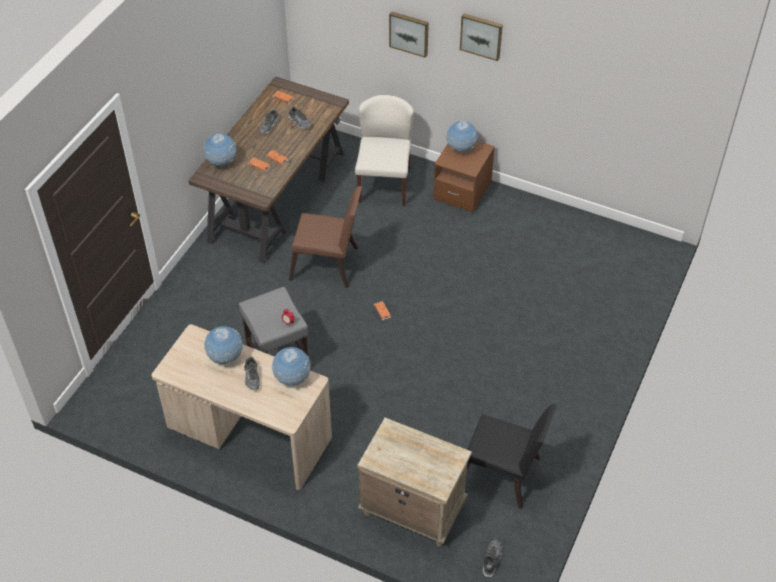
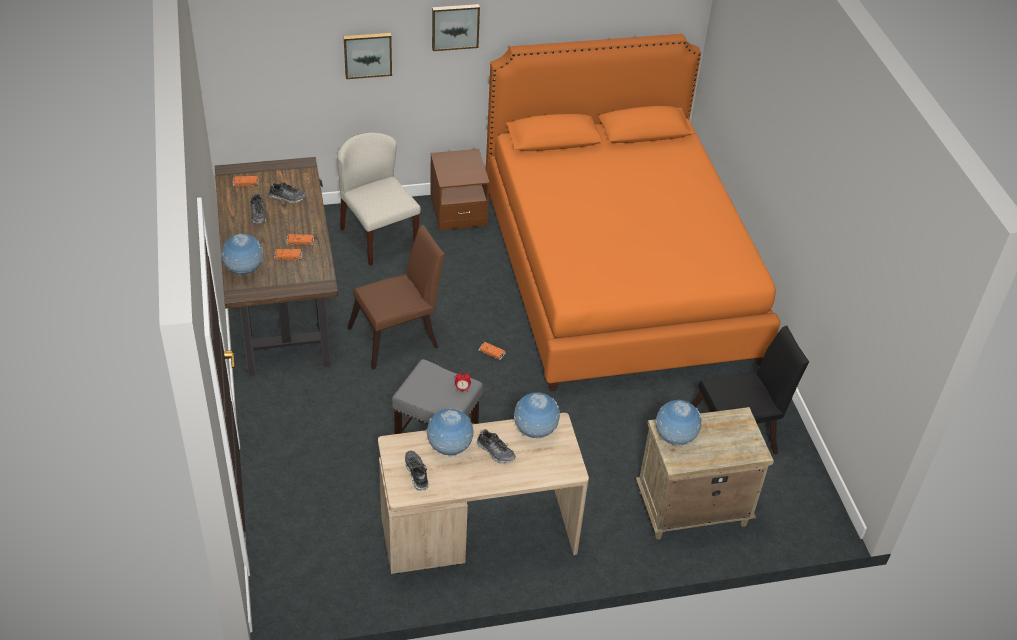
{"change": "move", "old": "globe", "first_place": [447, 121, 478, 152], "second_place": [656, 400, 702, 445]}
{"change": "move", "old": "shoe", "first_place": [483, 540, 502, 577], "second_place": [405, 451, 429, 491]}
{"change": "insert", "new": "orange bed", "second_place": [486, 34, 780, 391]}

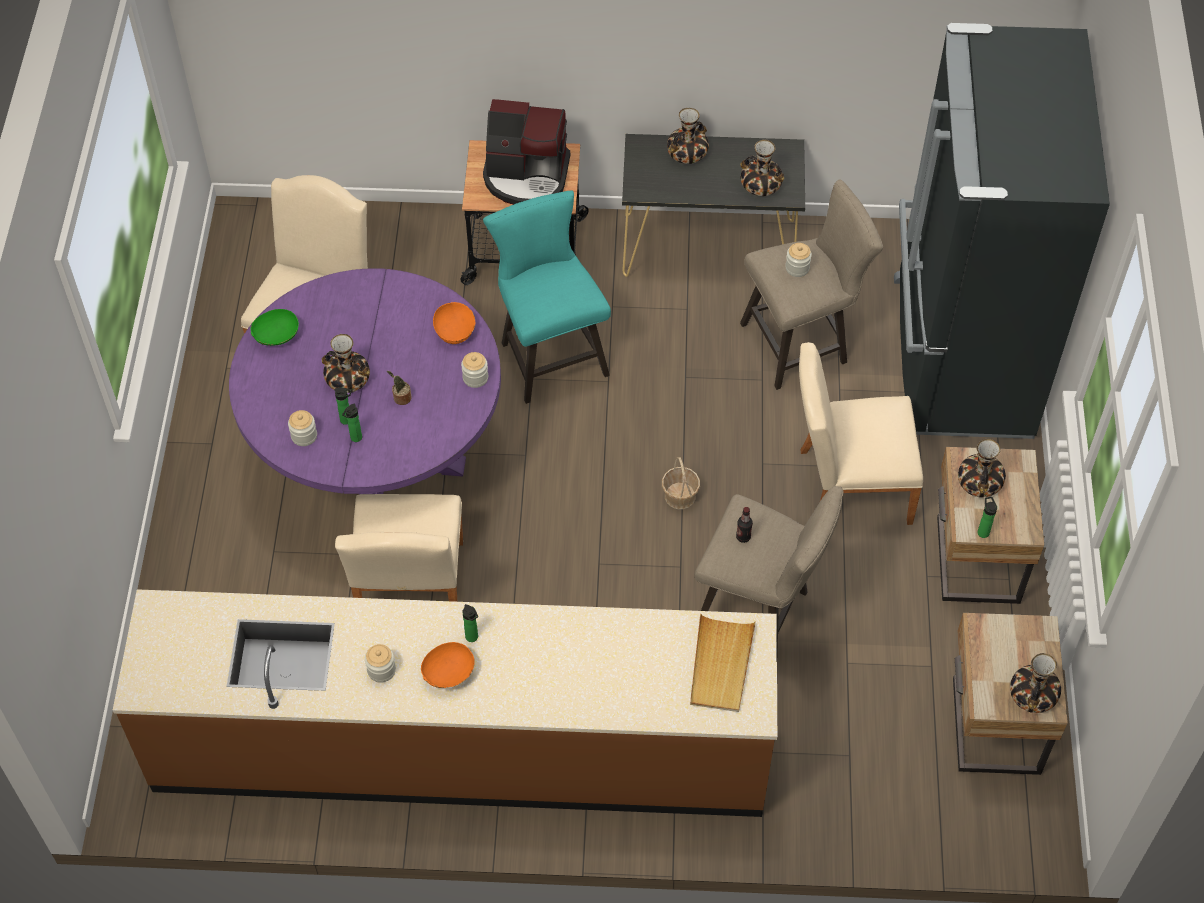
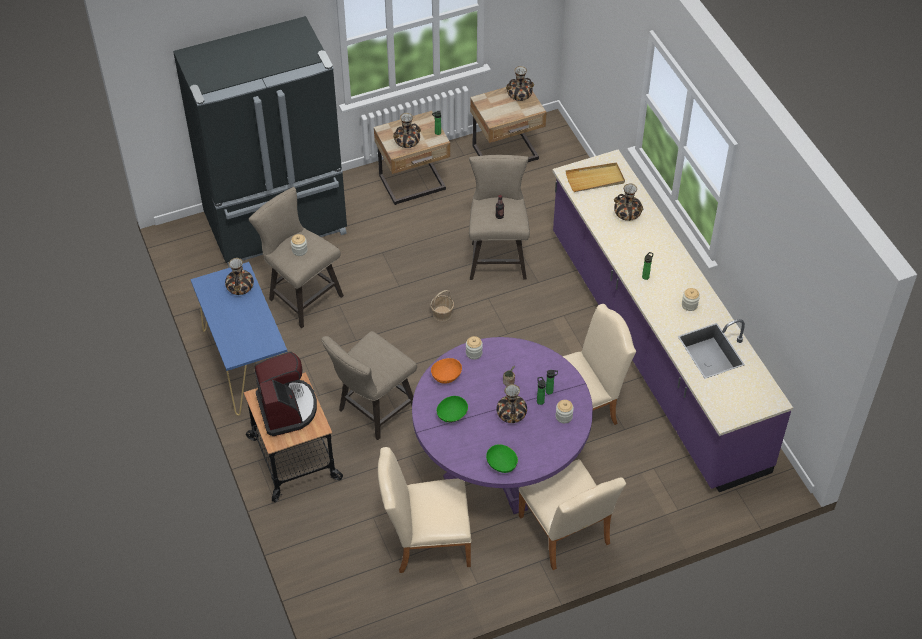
{"change": "move", "old": "vase", "first_place": [667, 108, 709, 164], "second_place": [614, 183, 643, 221]}
{"change": "recolor", "old": "black console table", "new": "blue console table", "first_place": [622, 134, 805, 277], "second_place": [191, 262, 287, 416]}
{"change": "recolor", "old": "turquoise stool", "new": "beige stool", "first_place": [483, 190, 611, 404], "second_place": [321, 331, 417, 440]}
{"change": "move", "old": "beige chair", "first_place": [799, 342, 923, 525], "second_place": [518, 459, 626, 570]}
{"change": "recolor", "old": "brown counter", "new": "purple counter", "first_place": [113, 589, 777, 817], "second_place": [552, 150, 793, 492]}
{"change": "delete", "old": "orange bowl", "first_place": [421, 642, 475, 688]}
{"change": "insert", "new": "green bowl", "second_place": [437, 396, 468, 422]}

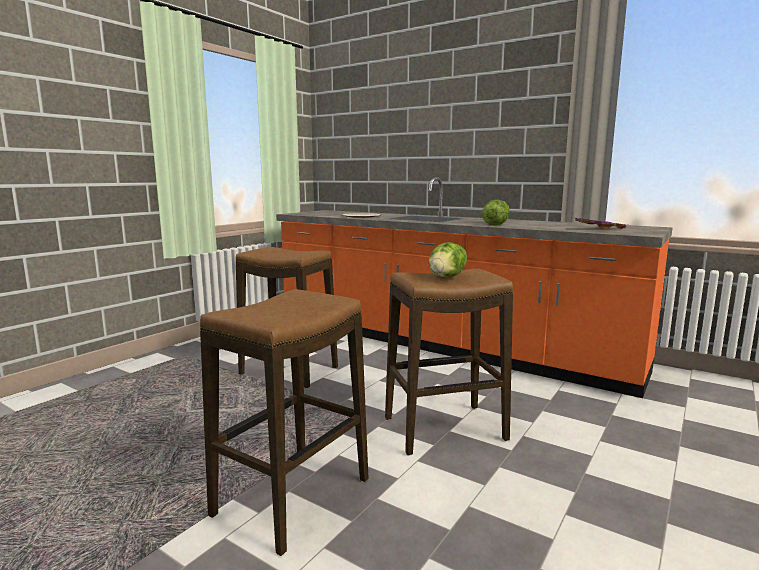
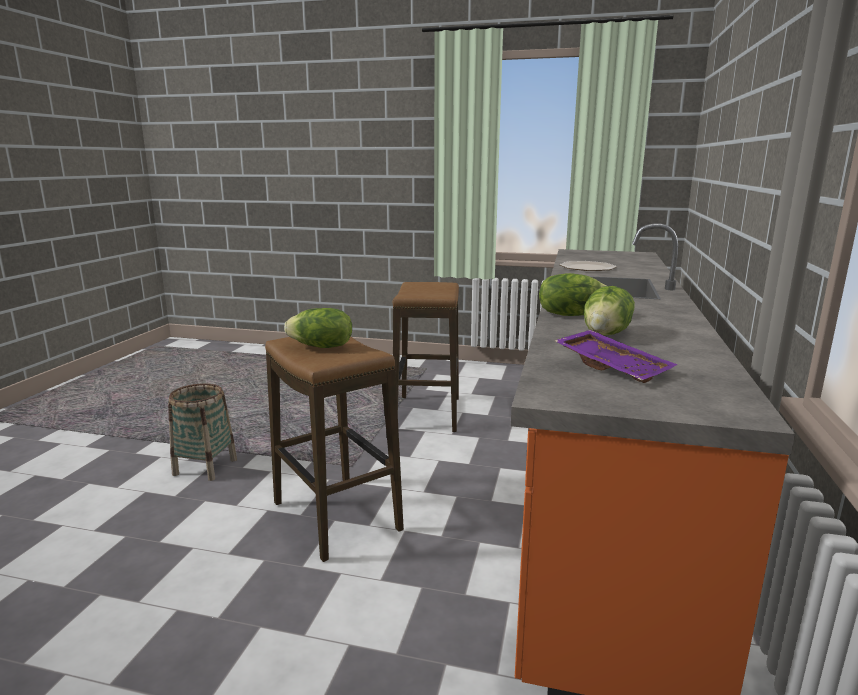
{"change": "replace", "old": "stool", "new": "basket", "first_place": [200, 289, 368, 556], "second_place": [168, 383, 237, 481]}
{"change": "insert", "new": "lettuce", "second_place": [584, 286, 635, 336]}

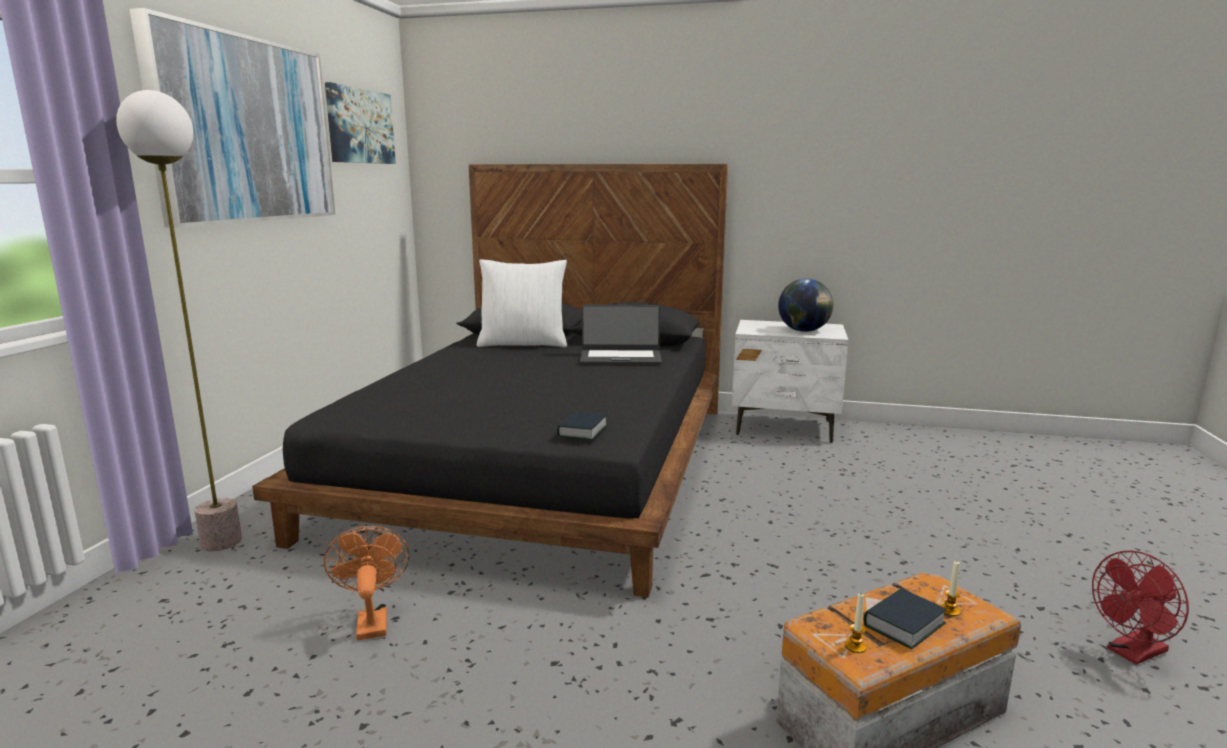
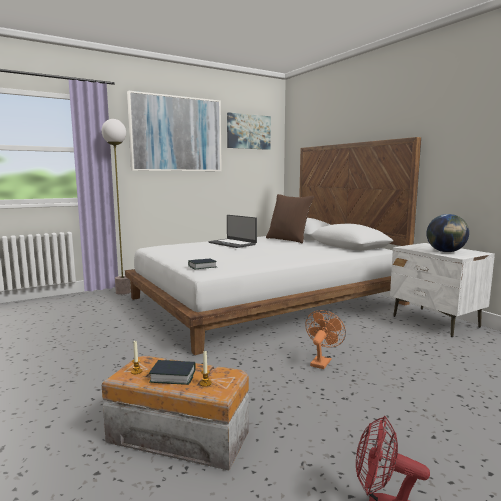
{"change": "recolor", "old": "black bed", "new": "white bed", "first_place": [252, 164, 728, 598], "second_place": [125, 137, 421, 355]}
{"change": "recolor", "old": "white pillow", "new": "brown pillow", "first_place": [477, 259, 567, 347], "second_place": [266, 194, 314, 243]}
{"change": "move", "old": "laptop", "first_place": [580, 305, 662, 365], "second_place": [208, 215, 257, 248]}
{"change": "move", "old": "orange fan", "first_place": [324, 526, 409, 640], "second_place": [305, 310, 346, 369]}

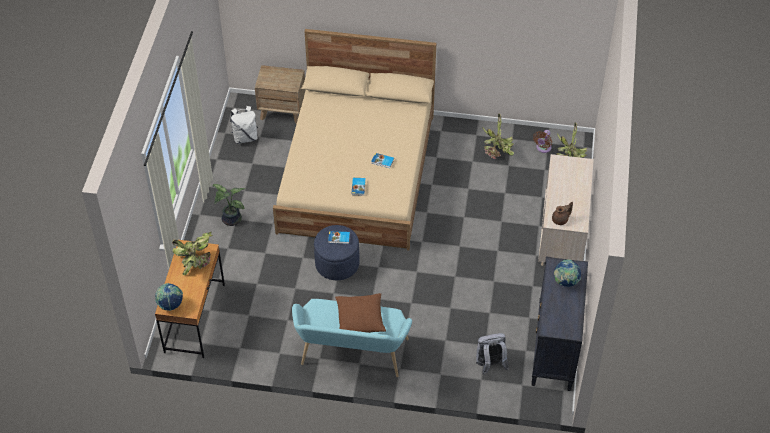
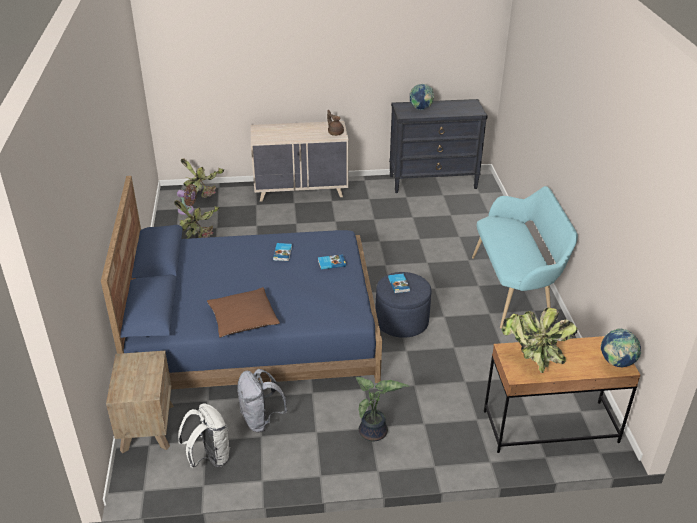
{"change": "recolor", "old": "beige bed", "new": "blue bed", "first_place": [273, 29, 436, 250], "second_place": [101, 176, 382, 389]}
{"change": "move", "old": "brown pillow", "first_place": [335, 293, 386, 333], "second_place": [207, 287, 280, 337]}
{"change": "move", "old": "grey backpack", "first_place": [476, 333, 509, 375], "second_place": [237, 369, 288, 432]}

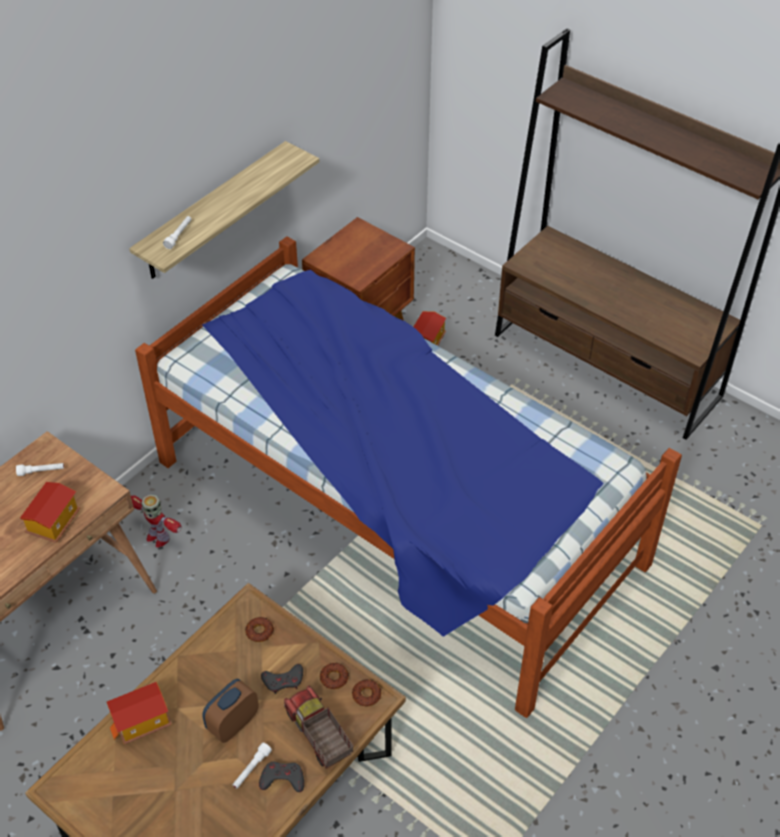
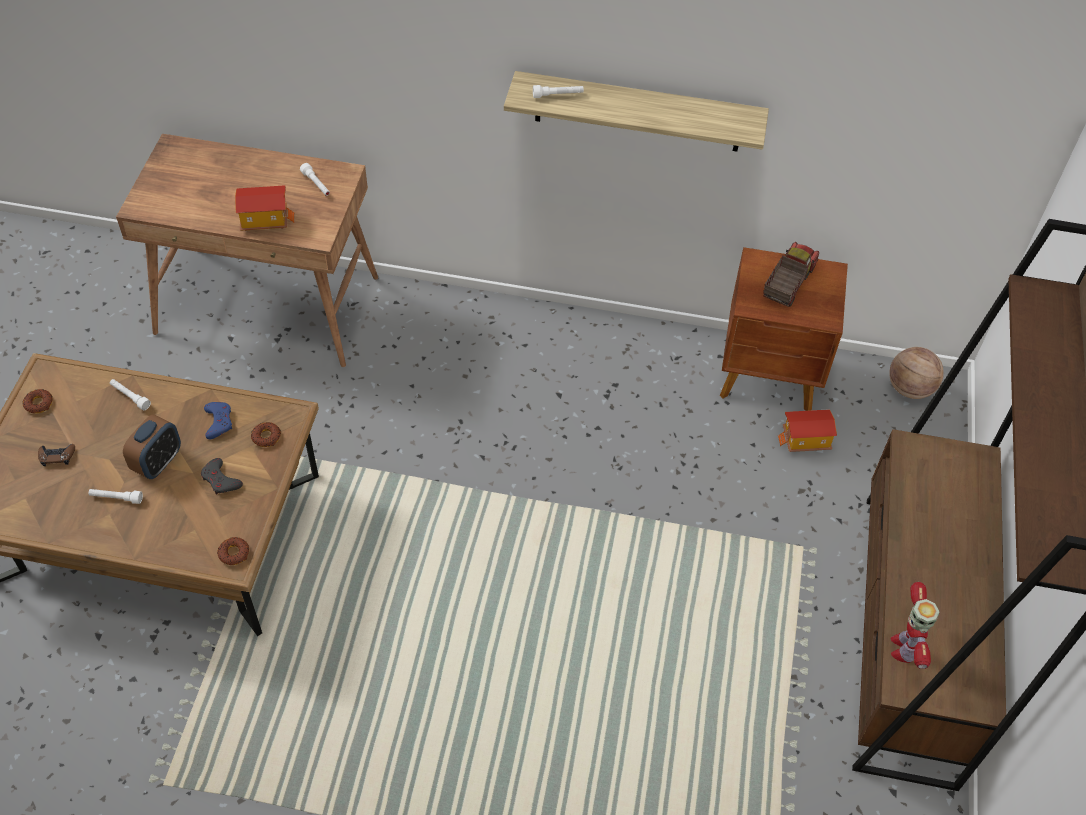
{"change": "delete", "old": "bed", "first_place": [135, 236, 682, 718]}
{"change": "move", "old": "toy robot", "first_place": [131, 494, 182, 547], "second_place": [890, 582, 940, 669]}
{"change": "move", "old": "donut", "first_place": [320, 663, 349, 689], "second_place": [23, 389, 53, 414]}
{"change": "rotate", "old": "alarm clock", "first_place": [202, 679, 259, 743], "second_place": [123, 414, 181, 479], "degrees": 105}
{"change": "replace", "old": "toy house", "new": "white flashlight", "first_place": [107, 682, 172, 745], "second_place": [110, 379, 151, 410]}
{"change": "move", "old": "toy truck", "first_place": [284, 686, 354, 769], "second_place": [763, 242, 819, 307]}
{"change": "delete", "old": "grey game controller", "first_place": [259, 762, 304, 792]}
{"change": "insert", "new": "basketball", "second_place": [889, 347, 944, 399]}
{"change": "insert", "new": "blue game controller", "second_place": [204, 402, 232, 439]}
{"change": "insert", "new": "brown game controller", "second_place": [38, 444, 75, 466]}

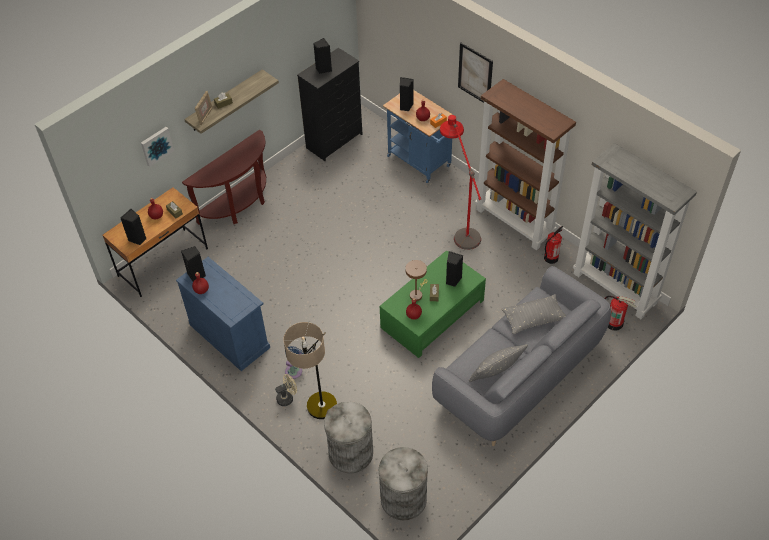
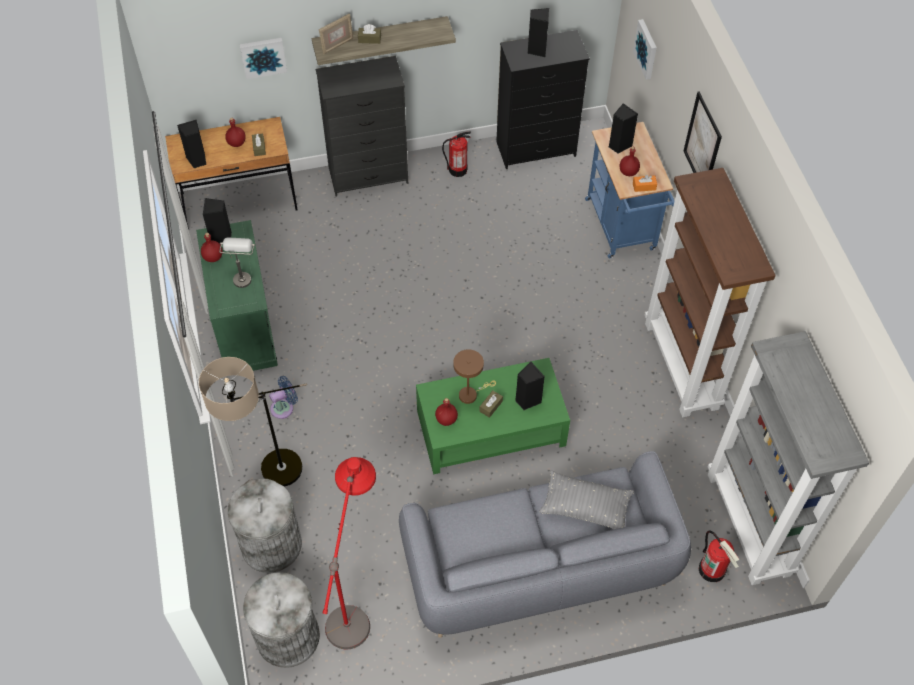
{"change": "move", "old": "red floor lamp", "first_place": [440, 115, 481, 250], "second_place": [323, 457, 376, 650]}
{"change": "replace", "old": "brown console table", "new": "black dresser", "first_place": [182, 130, 266, 225], "second_place": [316, 56, 408, 197]}
{"change": "move", "old": "fire extinguisher", "first_place": [544, 226, 563, 264], "second_place": [442, 131, 471, 177]}
{"change": "recolor", "old": "blue cabinet", "new": "green cabinet", "first_place": [176, 257, 270, 371], "second_place": [196, 220, 278, 371]}
{"change": "delete", "old": "grey pillow", "first_place": [469, 344, 528, 382]}
{"change": "delete", "old": "beige fan", "first_place": [275, 374, 297, 406]}
{"change": "insert", "new": "picture", "second_place": [633, 19, 657, 80]}
{"change": "insert", "new": "grey table lamp", "second_place": [219, 238, 255, 288]}

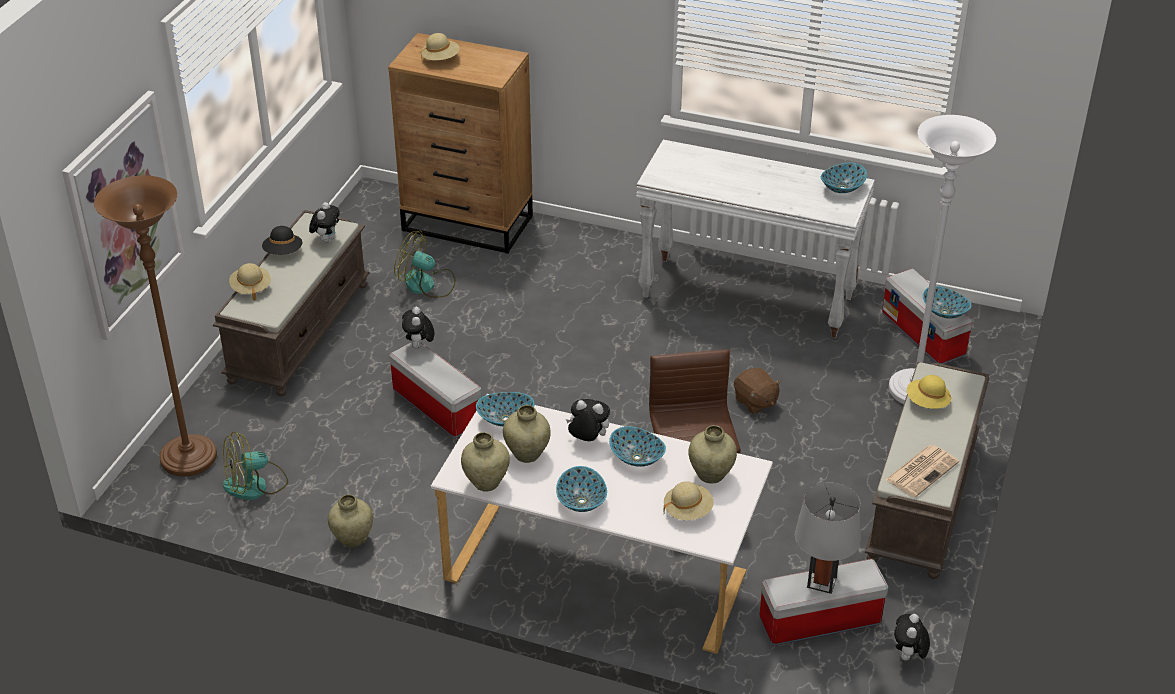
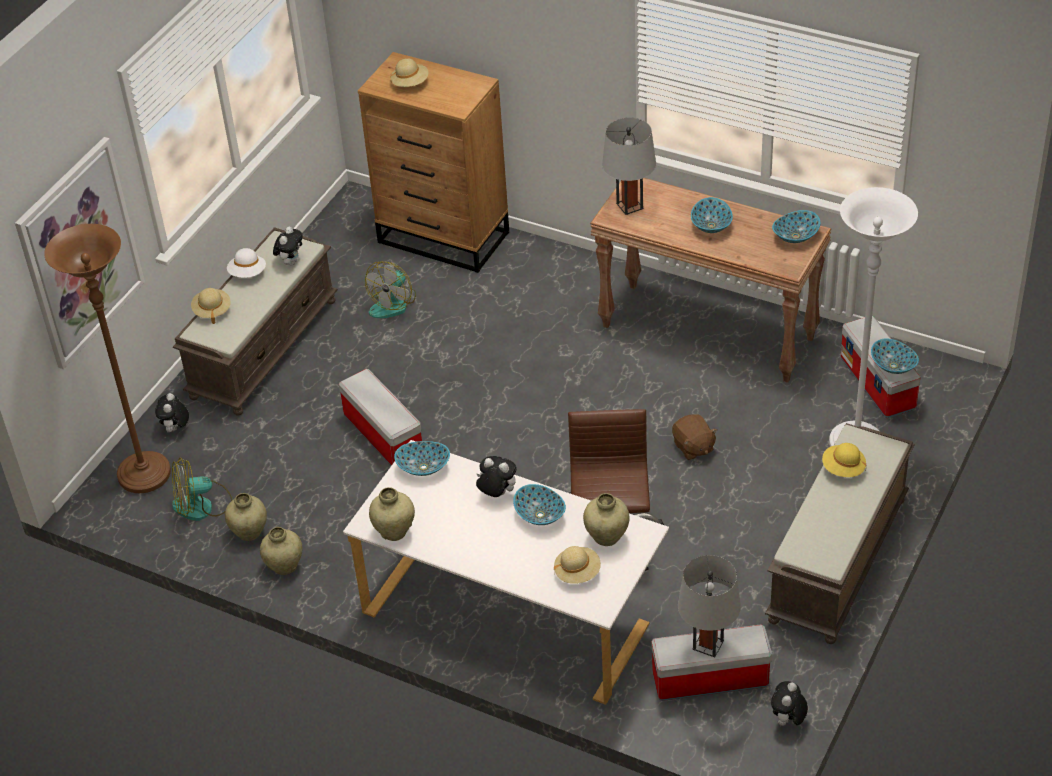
{"change": "recolor", "old": "white console table", "new": "brown console table", "first_place": [636, 140, 875, 338], "second_place": [590, 178, 831, 383]}
{"change": "recolor", "old": "black hat", "new": "white hat", "first_place": [262, 226, 302, 255], "second_place": [227, 248, 266, 278]}
{"change": "rotate", "old": "fan", "first_place": [394, 231, 456, 298], "second_place": [365, 261, 416, 318], "degrees": -90}
{"change": "move", "old": "plush toy", "first_place": [402, 307, 435, 349], "second_place": [155, 393, 189, 432]}
{"change": "move", "old": "beige vase", "first_place": [503, 405, 551, 463], "second_place": [225, 493, 267, 541]}
{"change": "delete", "old": "newspaper", "first_place": [885, 445, 959, 497]}
{"change": "move", "old": "bowl", "first_place": [556, 466, 607, 512], "second_place": [691, 197, 733, 233]}
{"change": "insert", "new": "grey table lamp", "second_place": [602, 118, 656, 215]}

